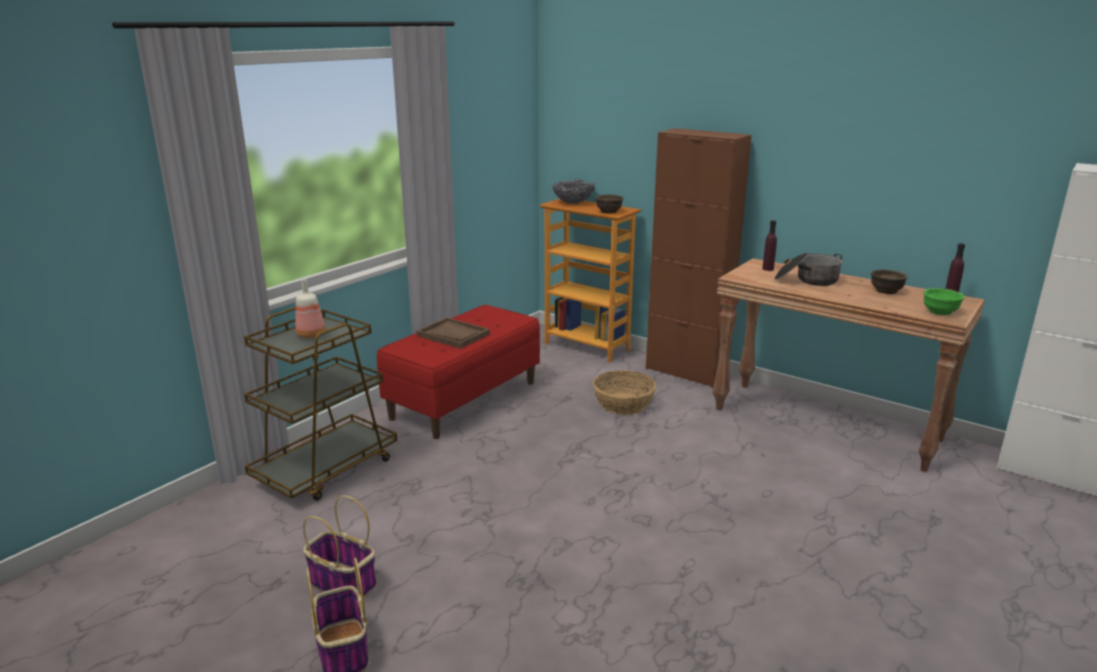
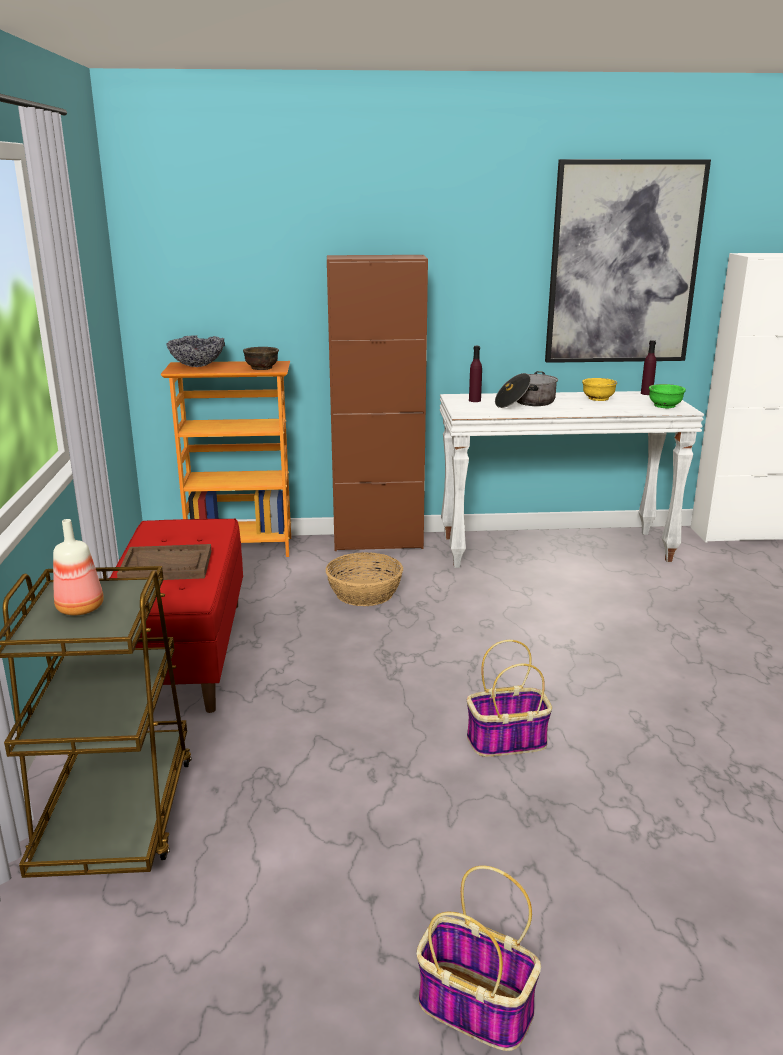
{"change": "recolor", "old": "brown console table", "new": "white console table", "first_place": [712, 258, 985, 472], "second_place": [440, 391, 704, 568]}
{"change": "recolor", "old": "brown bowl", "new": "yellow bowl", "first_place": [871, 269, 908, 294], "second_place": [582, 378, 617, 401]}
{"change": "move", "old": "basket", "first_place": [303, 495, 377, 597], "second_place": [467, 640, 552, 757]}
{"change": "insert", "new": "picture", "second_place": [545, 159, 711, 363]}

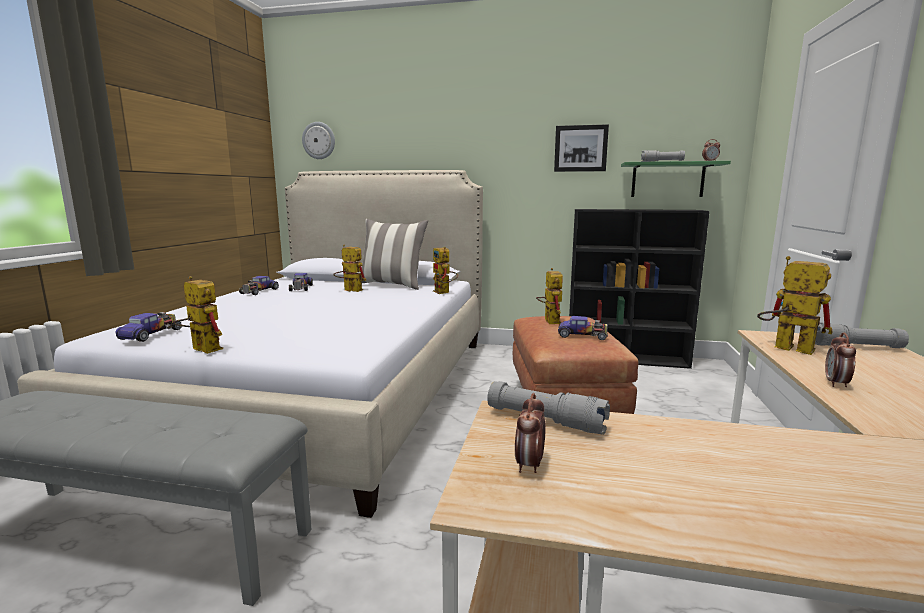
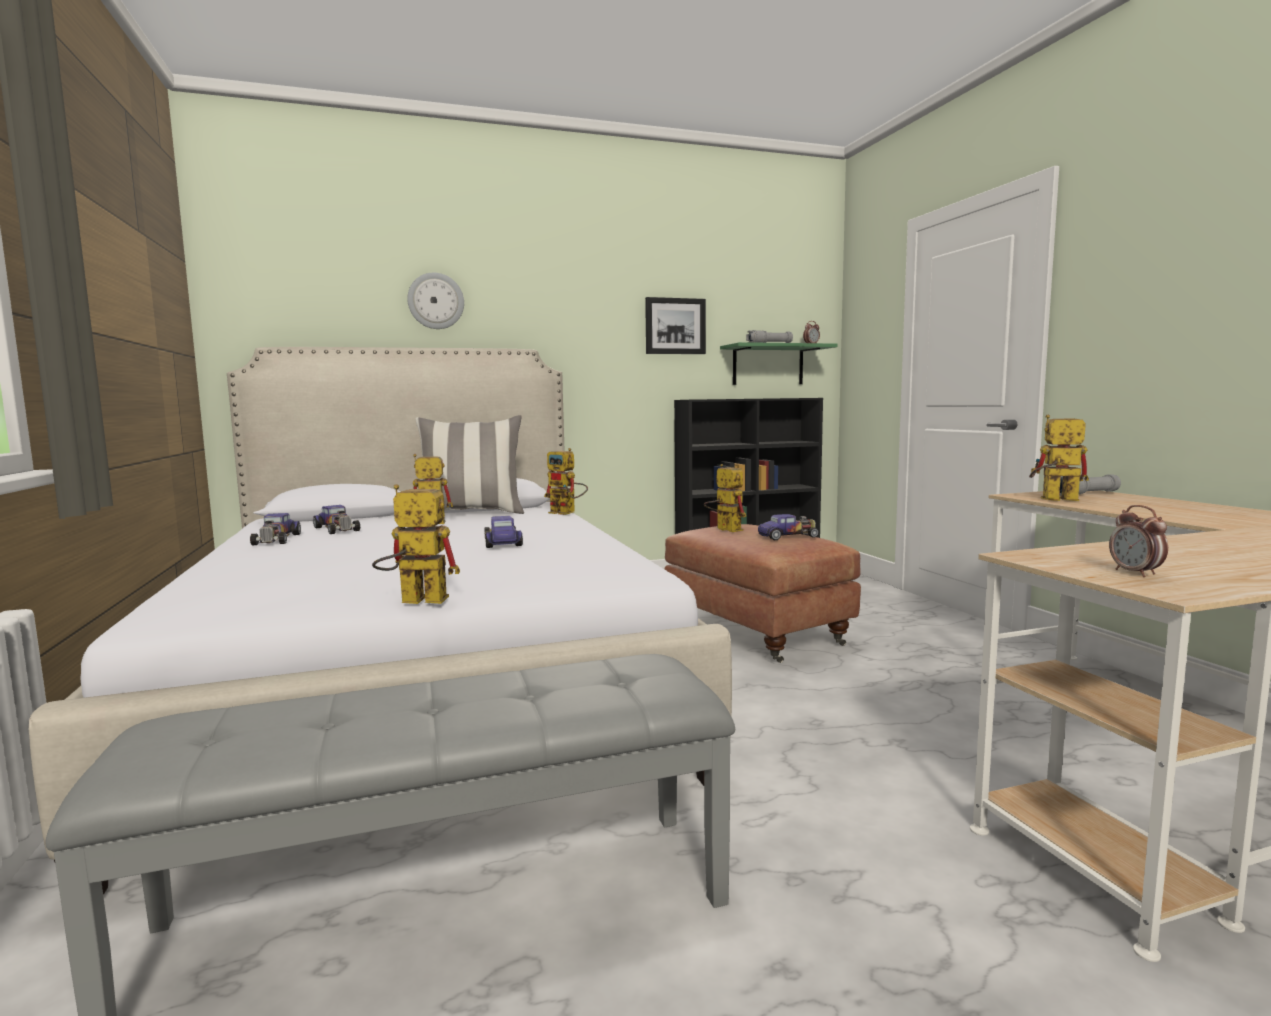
{"change": "move", "old": "wall clock", "first_place": [302, 122, 335, 159], "second_place": [407, 273, 464, 329]}
{"change": "move", "old": "toy car", "first_place": [115, 312, 182, 342], "second_place": [484, 516, 523, 548]}
{"change": "delete", "old": "alarm clock", "first_place": [825, 332, 856, 387]}
{"change": "delete", "old": "grey flashlight", "first_place": [487, 381, 610, 435]}

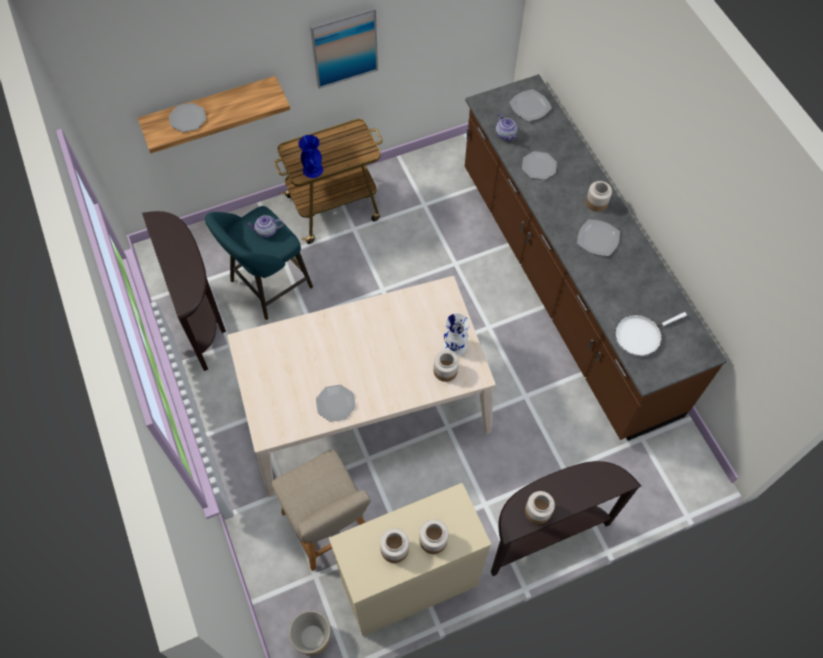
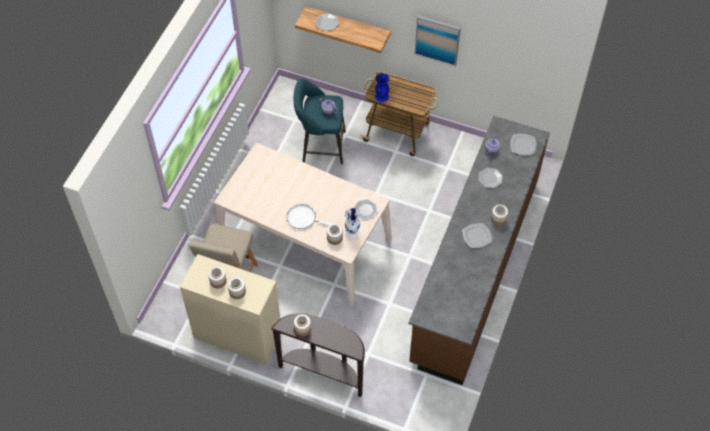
{"change": "delete", "old": "brown console table", "first_place": [142, 211, 226, 371]}
{"change": "move", "old": "white frying pan", "first_place": [615, 312, 687, 356], "second_place": [287, 204, 332, 229]}
{"change": "move", "old": "plate", "first_place": [316, 385, 356, 422], "second_place": [353, 199, 378, 220]}
{"change": "delete", "old": "planter", "first_place": [289, 611, 330, 655]}

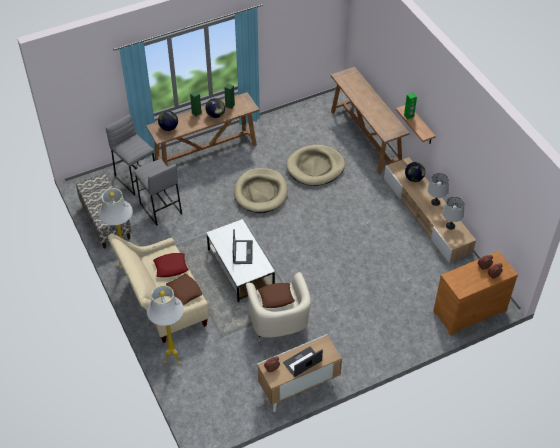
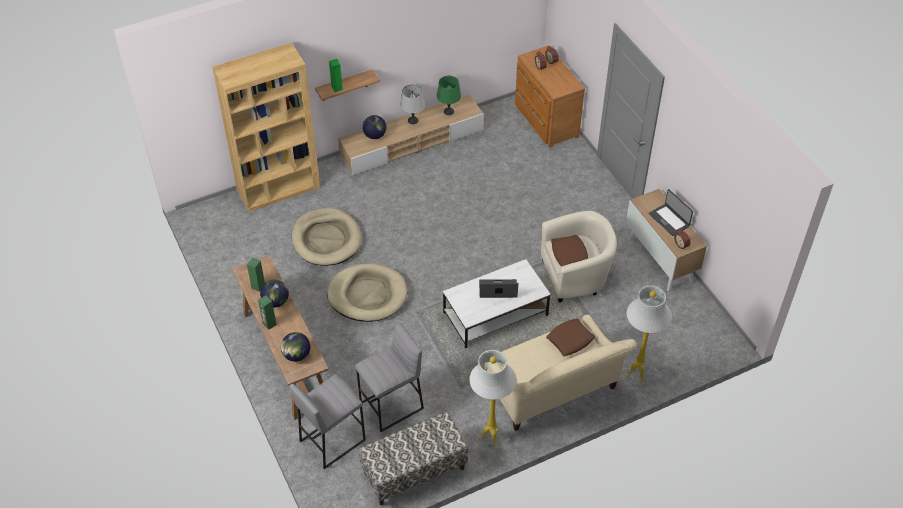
{"change": "replace", "old": "brown console table", "new": "brown bookcase", "first_place": [331, 67, 410, 174], "second_place": [212, 42, 320, 212]}
{"change": "recolor", "old": "grey table lamp", "new": "green table lamp", "first_place": [442, 197, 464, 230], "second_place": [437, 76, 461, 115]}
{"change": "delete", "old": "red pillow", "first_place": [153, 253, 189, 277]}

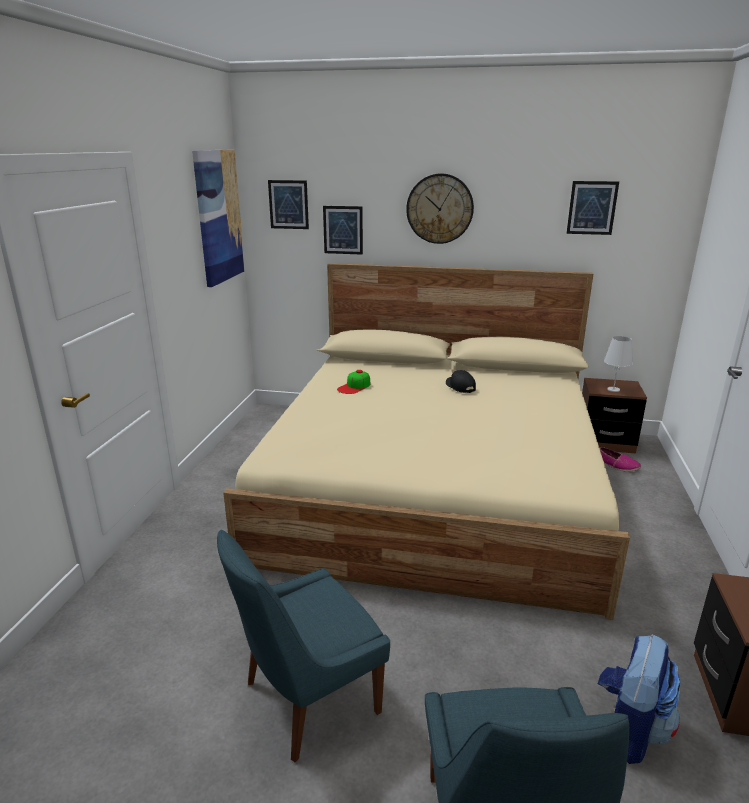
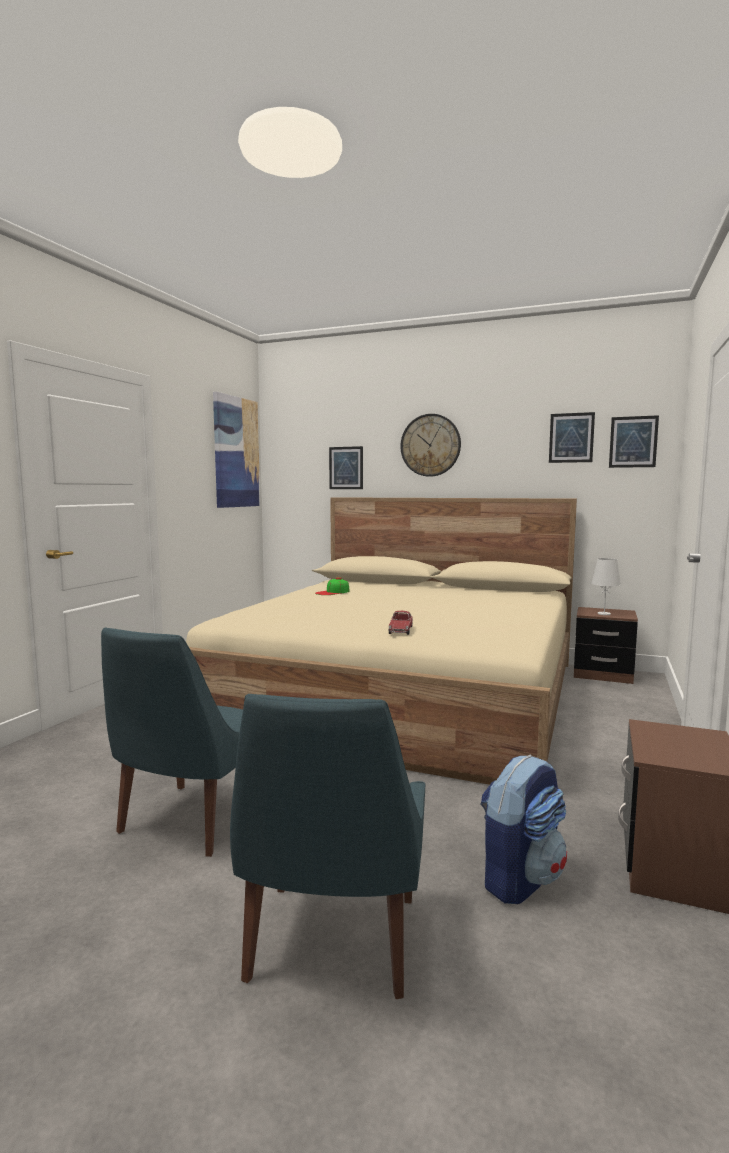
{"change": "move", "old": "picture", "first_place": [268, 180, 309, 229], "second_place": [609, 415, 659, 468]}
{"change": "delete", "old": "black cap", "first_place": [446, 370, 476, 393]}
{"change": "delete", "old": "shoe", "first_place": [600, 447, 641, 472]}
{"change": "rotate", "old": "blue chair", "first_place": [217, 530, 390, 762], "second_place": [101, 627, 243, 857], "degrees": -45}
{"change": "insert", "new": "toy car", "second_place": [389, 611, 413, 635]}

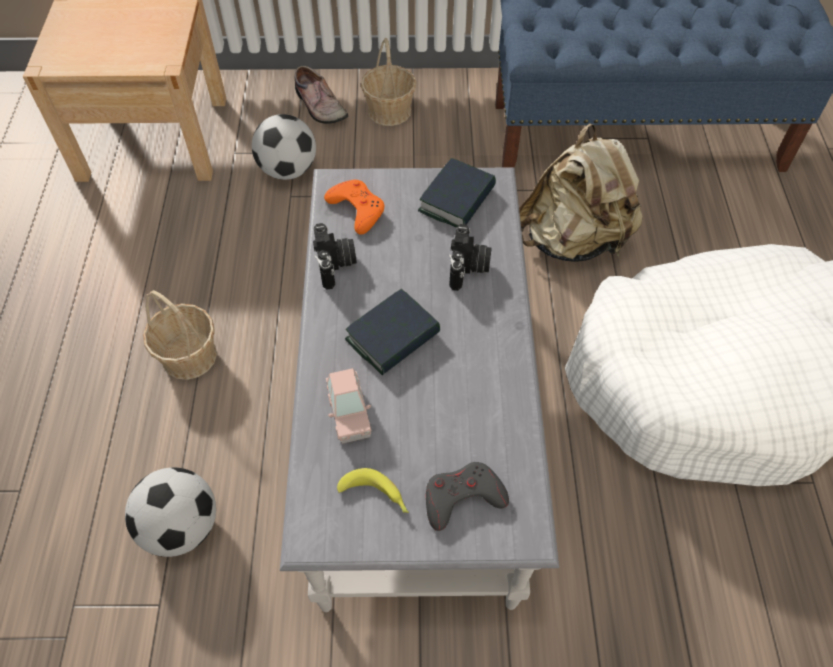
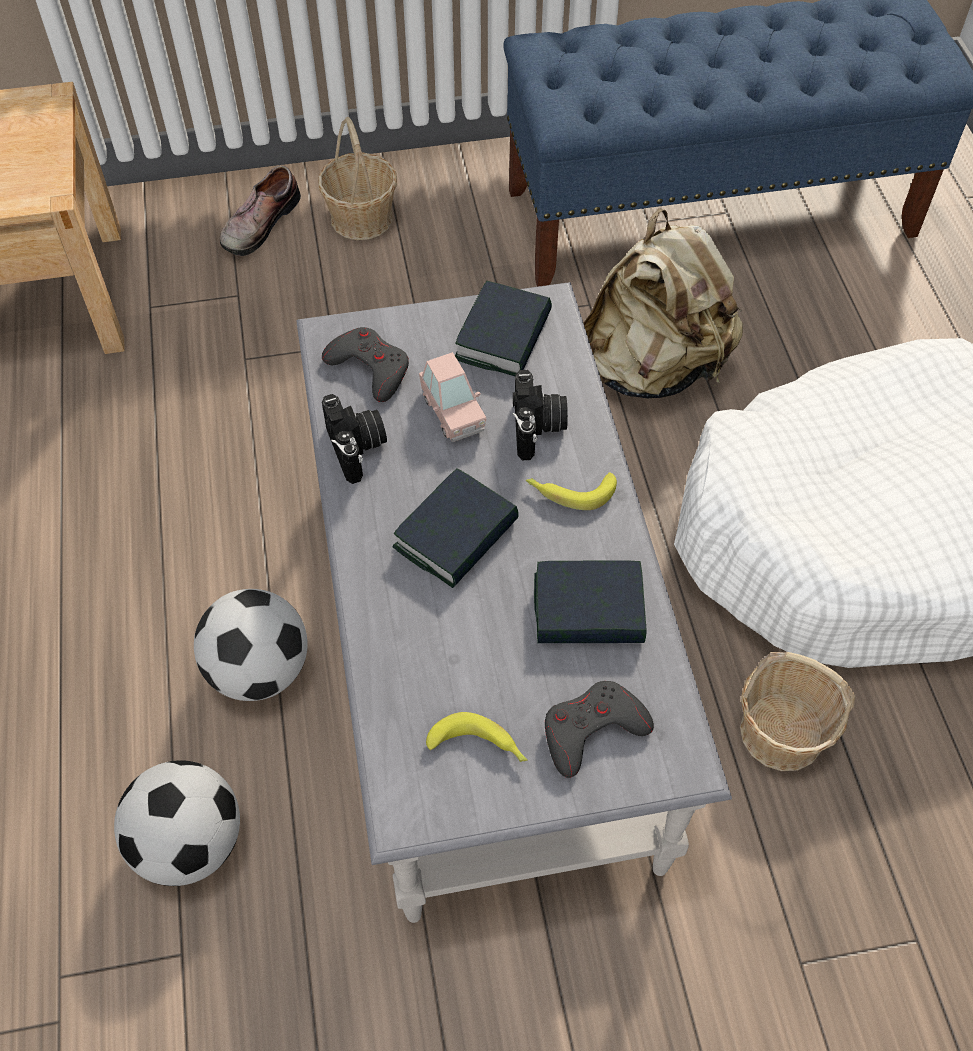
{"change": "rotate", "old": "shoe", "first_place": [295, 66, 348, 124], "second_place": [220, 166, 301, 256], "degrees": 75}
{"change": "move", "old": "football", "first_place": [252, 114, 316, 180], "second_place": [194, 589, 308, 701]}
{"change": "recolor", "old": "orange game controller", "new": "grey game controller", "first_place": [324, 180, 385, 235], "second_place": [322, 327, 409, 402]}
{"change": "move", "old": "basket", "first_place": [143, 290, 217, 380], "second_place": [740, 652, 855, 771]}
{"change": "move", "old": "pink toy car", "first_place": [326, 368, 371, 444], "second_place": [419, 352, 487, 442]}
{"change": "insert", "new": "banana", "second_place": [526, 472, 617, 510]}
{"change": "insert", "new": "book", "second_place": [534, 561, 647, 643]}

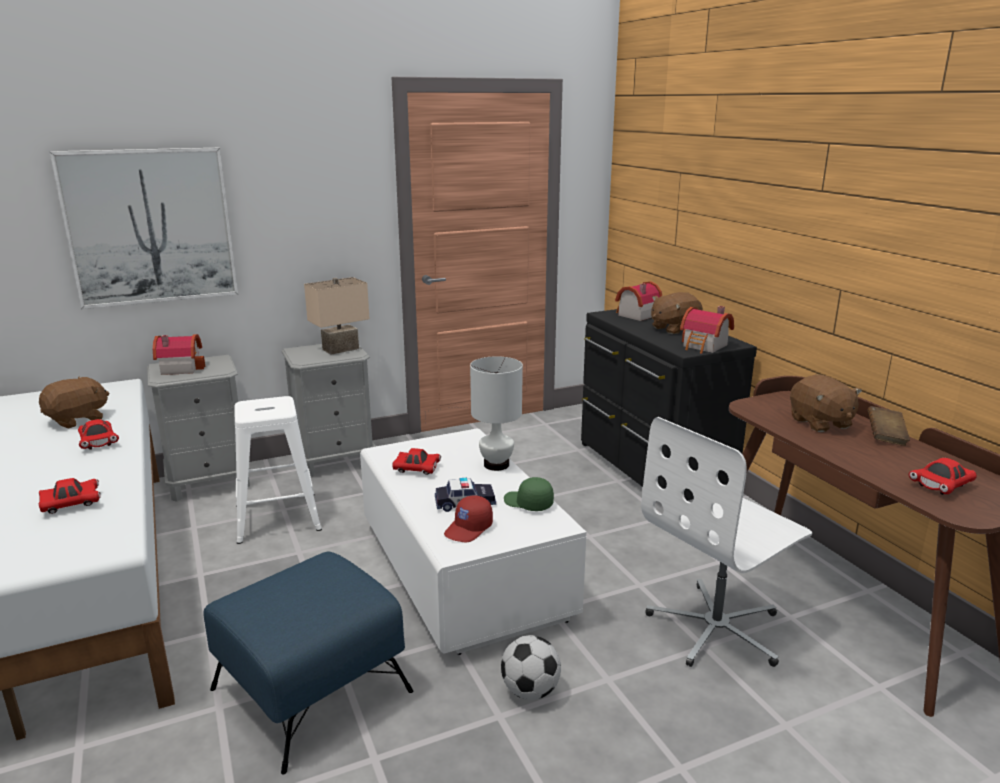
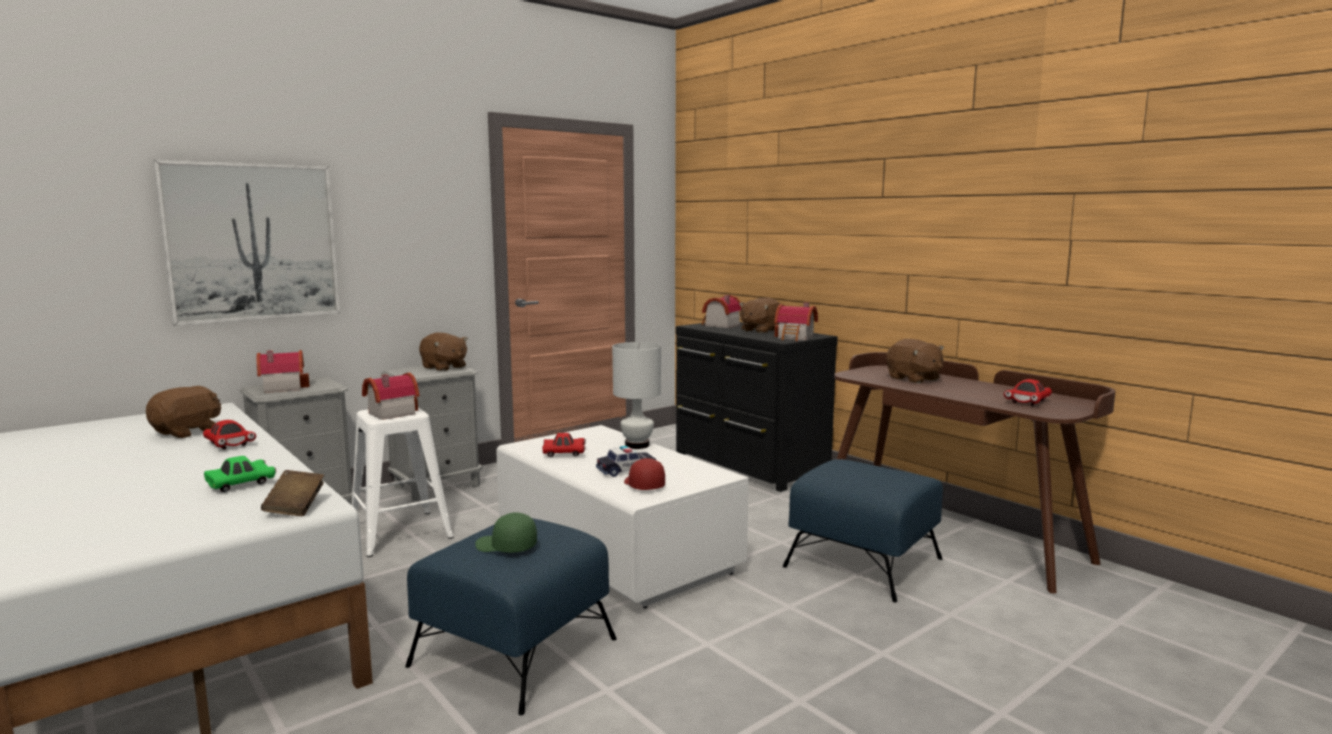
{"change": "replace", "old": "beige table lamp", "new": "brown plush toy", "first_place": [304, 277, 370, 355], "second_place": [419, 332, 468, 371]}
{"change": "move", "old": "brown book", "first_place": [867, 406, 910, 446], "second_place": [261, 470, 324, 516]}
{"change": "replace", "old": "white office chair", "new": "blue ottoman", "first_place": [641, 417, 812, 667], "second_place": [782, 459, 943, 603]}
{"change": "move", "old": "green cap", "first_place": [504, 477, 554, 511], "second_place": [475, 513, 537, 553]}
{"change": "recolor", "old": "red toy car", "new": "green toy car", "first_place": [39, 478, 101, 514], "second_place": [204, 456, 276, 492]}
{"change": "rotate", "old": "red cap", "first_place": [444, 495, 493, 542], "second_place": [624, 458, 665, 490], "degrees": 135}
{"change": "delete", "old": "football", "first_place": [501, 635, 561, 700]}
{"change": "insert", "new": "toy house", "second_place": [362, 373, 420, 420]}

